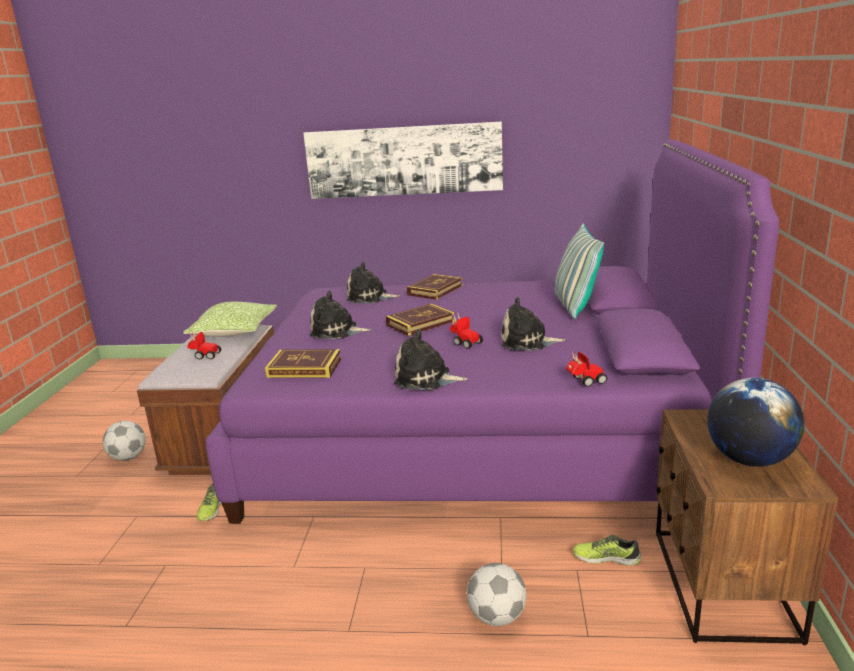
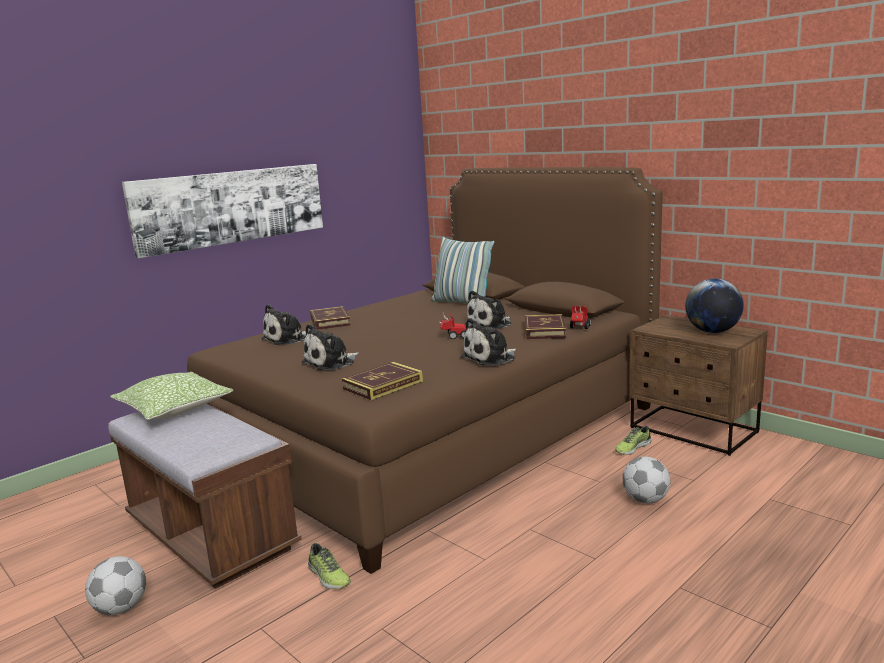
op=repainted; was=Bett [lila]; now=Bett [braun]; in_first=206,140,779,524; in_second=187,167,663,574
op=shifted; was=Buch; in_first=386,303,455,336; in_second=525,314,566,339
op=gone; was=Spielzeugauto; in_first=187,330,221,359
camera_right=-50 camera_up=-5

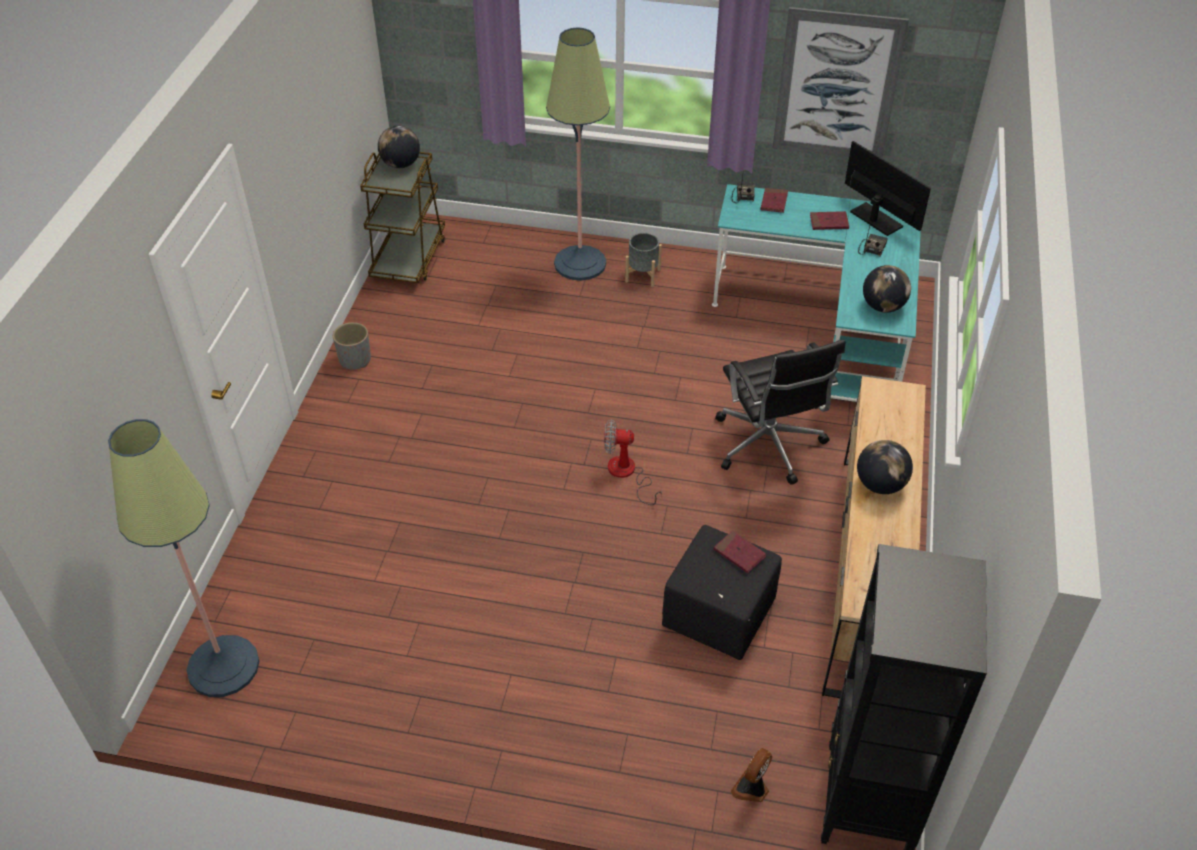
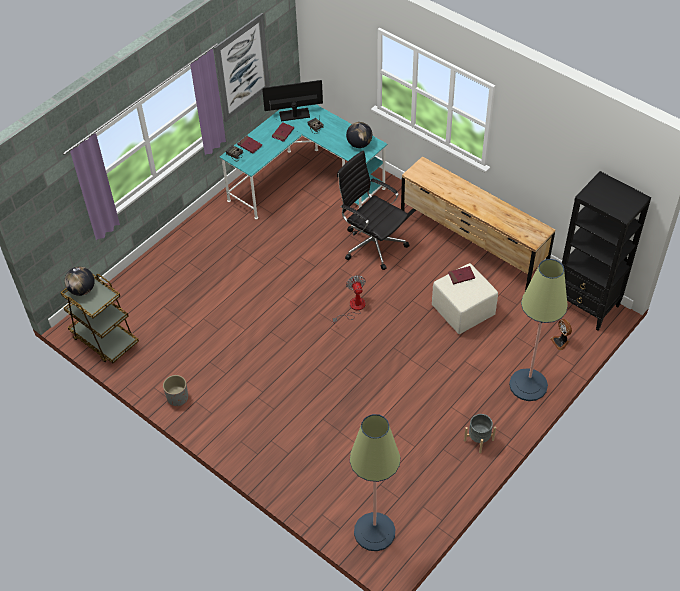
op=shifted; was=Stehlampe; in_first=546,27,610,281; in_second=509,259,568,401
op=shifted; was=Pflanzkübel [grau]; in_first=625,233,662,287; in_second=464,414,496,453
op=rotated; was=Bürostuhl [schwarz]; in_first=715,339,845,485; in_second=337,151,410,270; clockwise=-150
op=rotated; was=Ventilator; in_first=604,419,662,505; in_second=333,275,366,324; clockwise=135
op=gone; was=Globus; in_first=857,440,913,494
op=repainted; was=Polsterhocker [schwarz]; now=Polsterhocker [beige]; in_first=662,525,782,660; in_second=432,263,498,334
camera_right=-60 camera_up=5

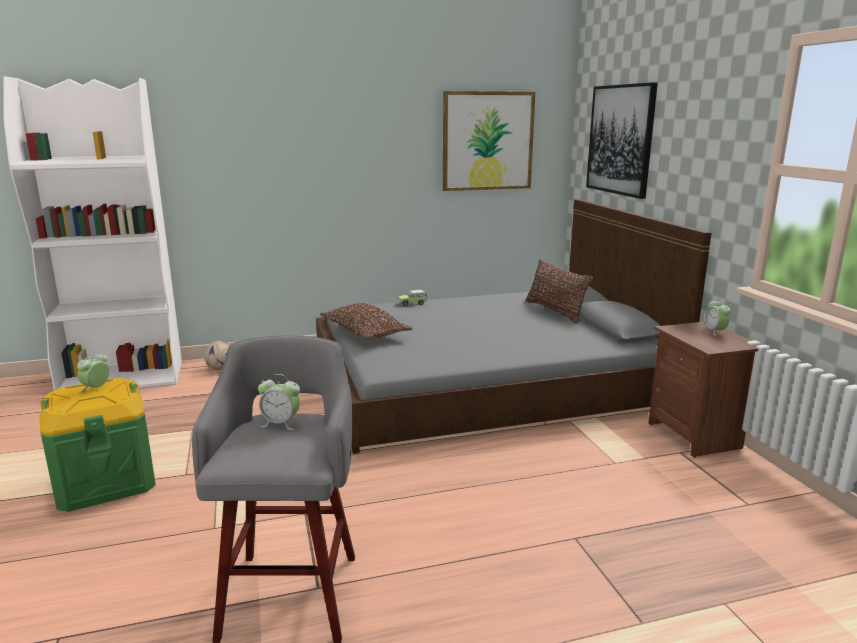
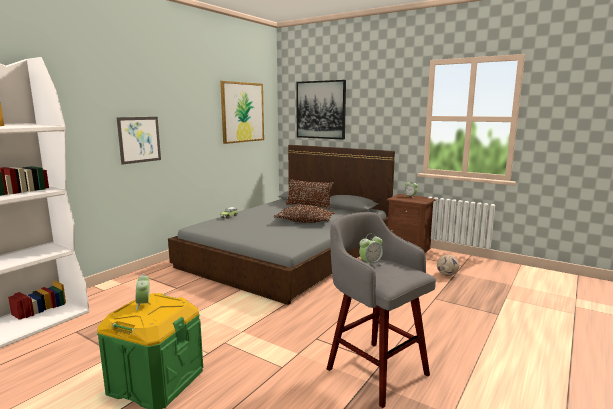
op=shifted; was=Kissen [braun]; in_first=320,303,412,340; in_second=274,205,335,223
op=shifted; was=Fußball; in_first=204,341,230,370; in_second=437,255,460,276
op=new; now=Bild; in_second=117,117,161,165
camera_right=-40 camera_up=-5

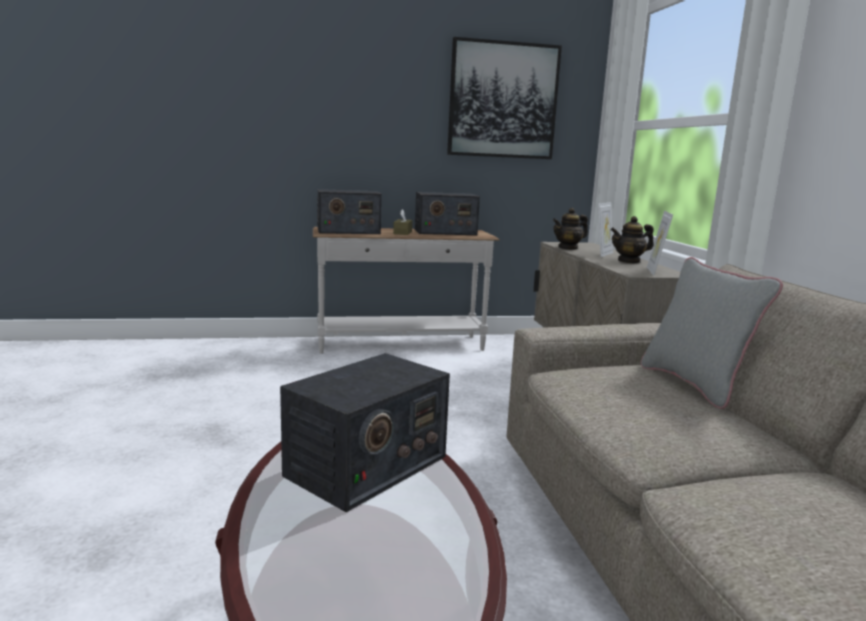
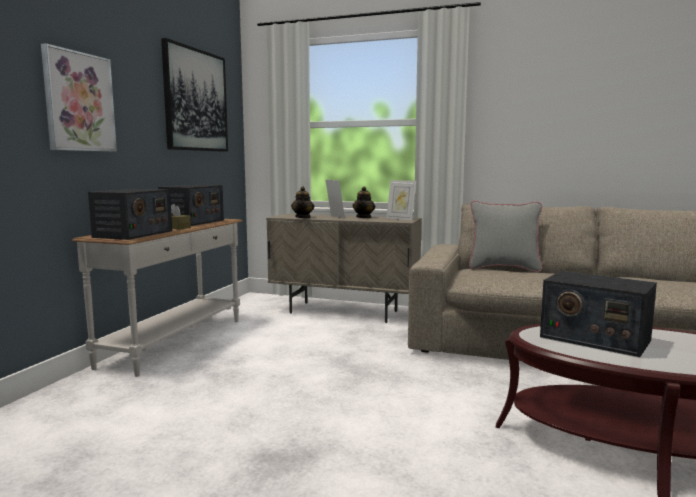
op=rotated; was=Radio; in_first=280,353,450,512; in_second=540,271,657,357; clockwise=150
op=new; now=Bild; in_second=41,43,117,152
camera_right=-60 camera_up=-5

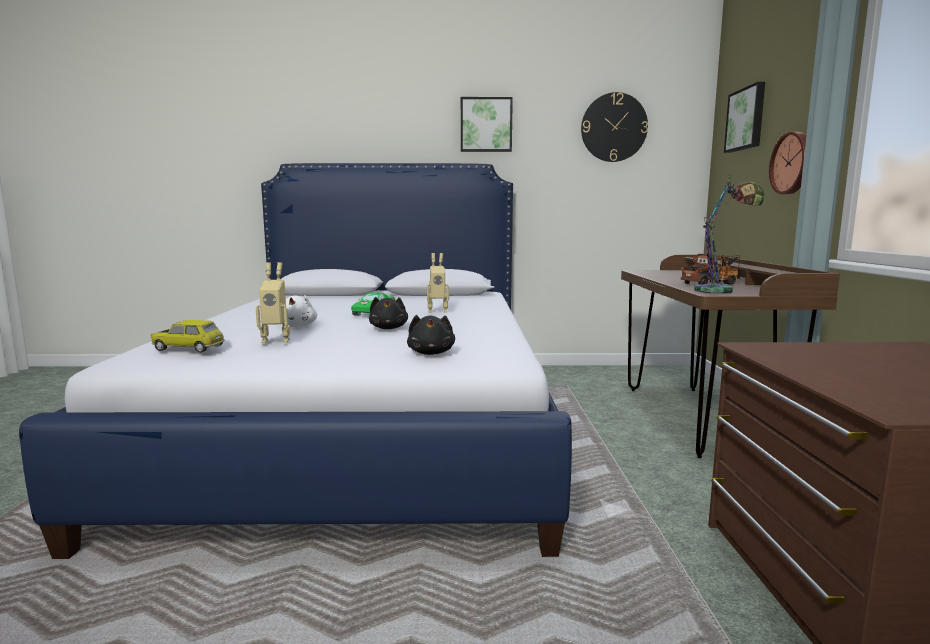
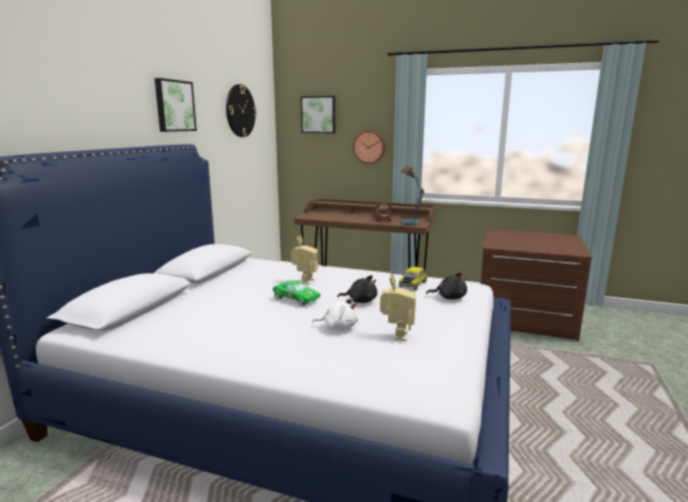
op=shifted; was=Spielzeugauto; in_first=151,320,225,353; in_second=399,267,427,290
camera_right=-70 camera_up=5

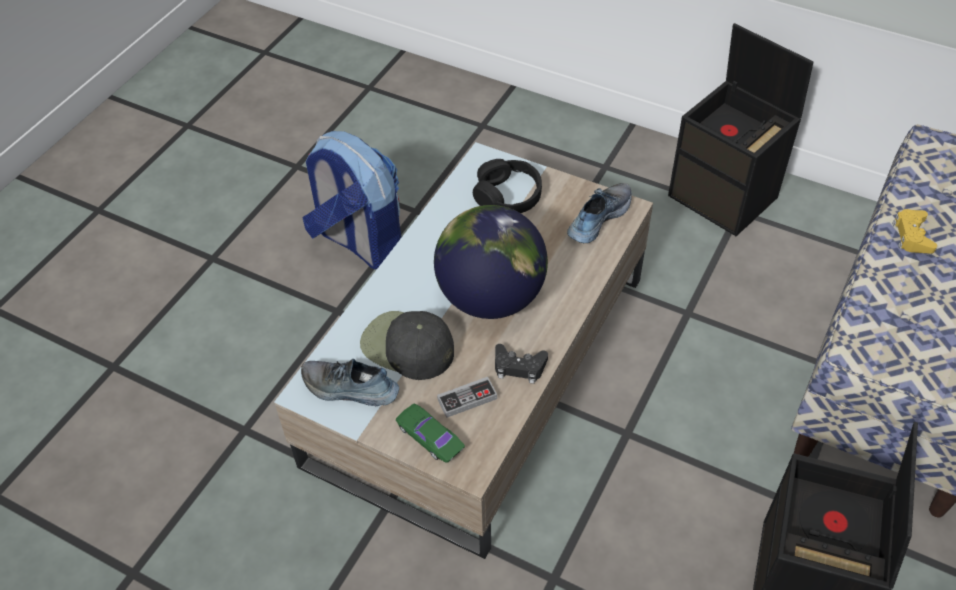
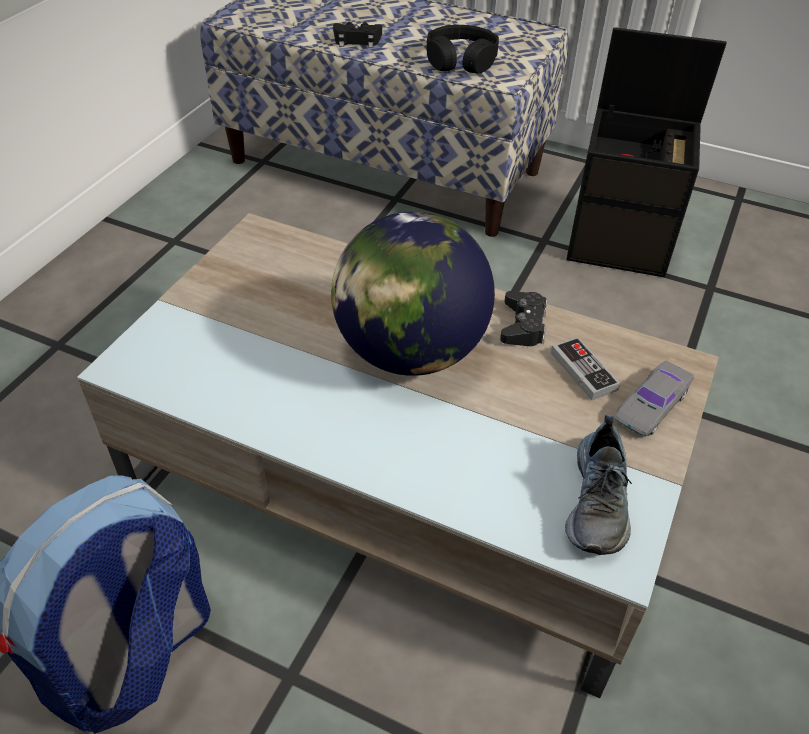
op=gone; was=Aufbewahrungsbox [schwarz]; in_first=668,23,813,236
op=shifted; was=Kopfhörer [schwarz]; in_first=473,159,542,213; in_second=427,25,499,74
op=gone; was=Schuh; in_first=567,183,632,243
op=repainted; was=Gamepad [gelb]; now=Gamepad [schwarz]; in_first=892,209,937,254; in_second=333,22,382,48
op=gone; was=Kappe [schwarz]; in_first=360,311,454,380
op=repainted; was=Spielzeugauto [grün]; now=Spielzeugauto [grau]; in_first=396,404,465,463; in_second=615,361,694,437
camera_right=-95 camera_up=-5

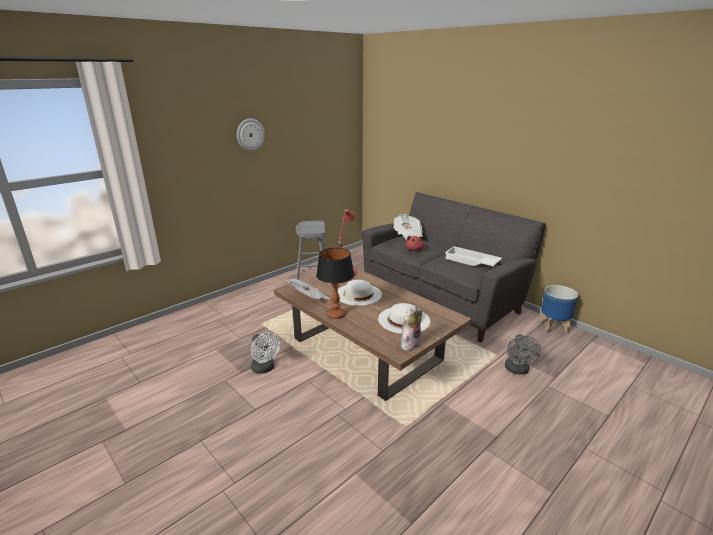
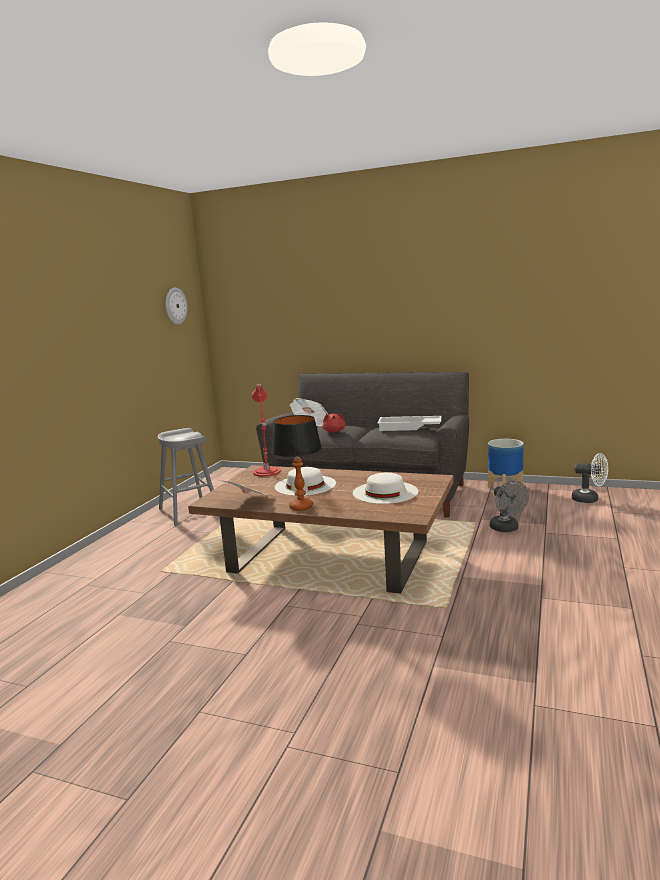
op=shifted; was=Wanduhr; in_first=237,118,265,151; in_second=166,288,187,325
op=gone; was=Plüschtier; in_first=400,305,422,351
op=shifted; was=Ventilator [weiß]; in_first=251,332,280,374; in_second=572,453,608,503
camera_right=-25 camera_up=-10

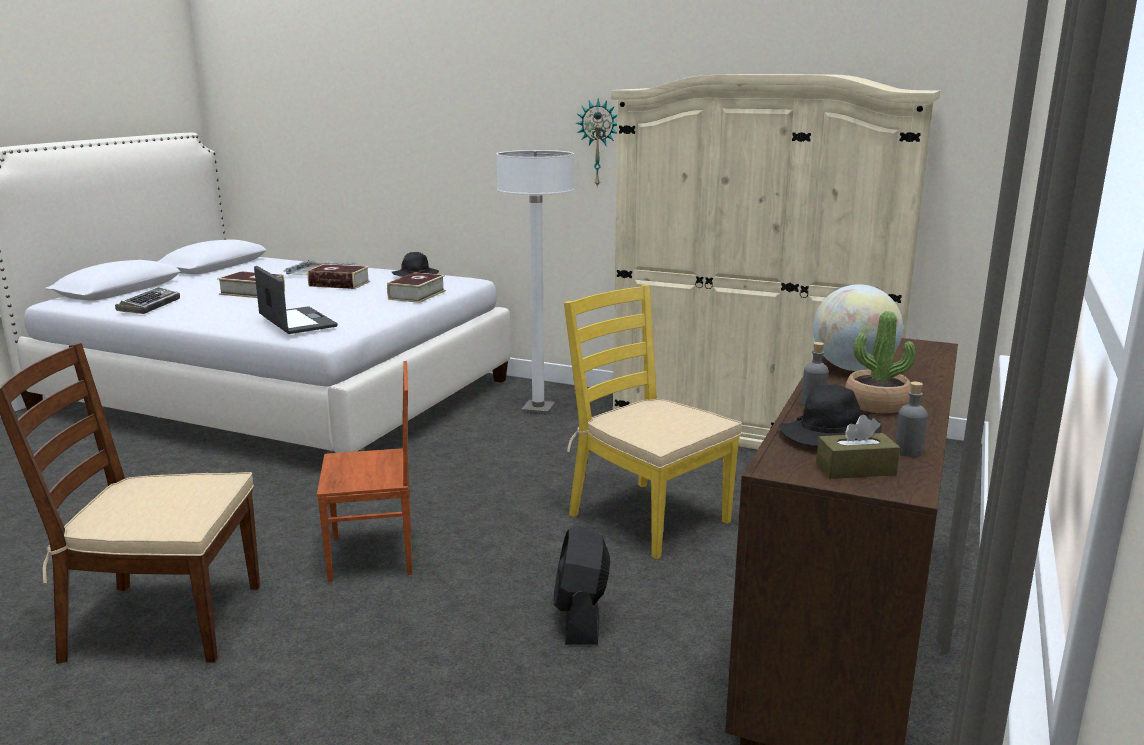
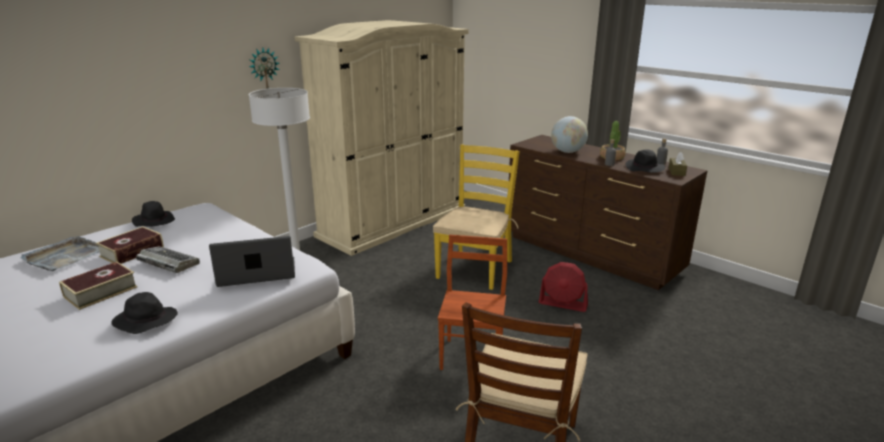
op=gone; was=Buch; in_first=387,272,446,303
op=rotated; was=Stuhl [gelb]; in_first=564,285,742,559; in_second=433,144,520,290; clockwise=135
op=shifted; was=Tastatur; in_first=115,287,180,314; in_second=136,246,200,273
op=repainted; was=Ventilator [schwarz]; now=Ventilator [rot]; in_first=553,525,610,645; in_second=539,262,588,312
op=new; now=Hut [schwarz]; in_second=111,292,178,334
camera_right=-70 camera_up=5

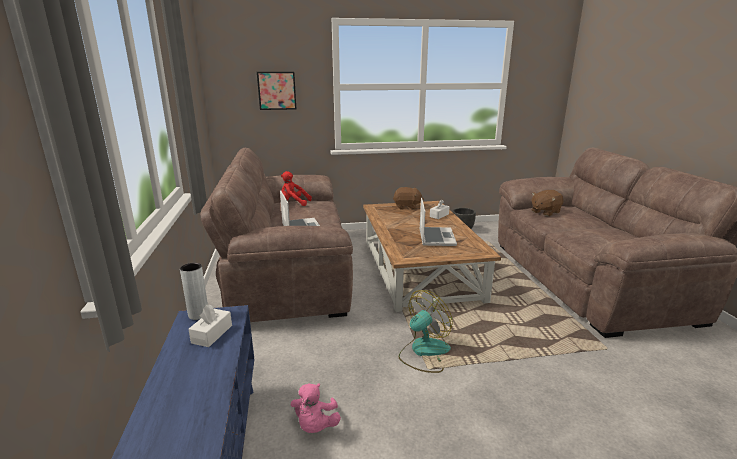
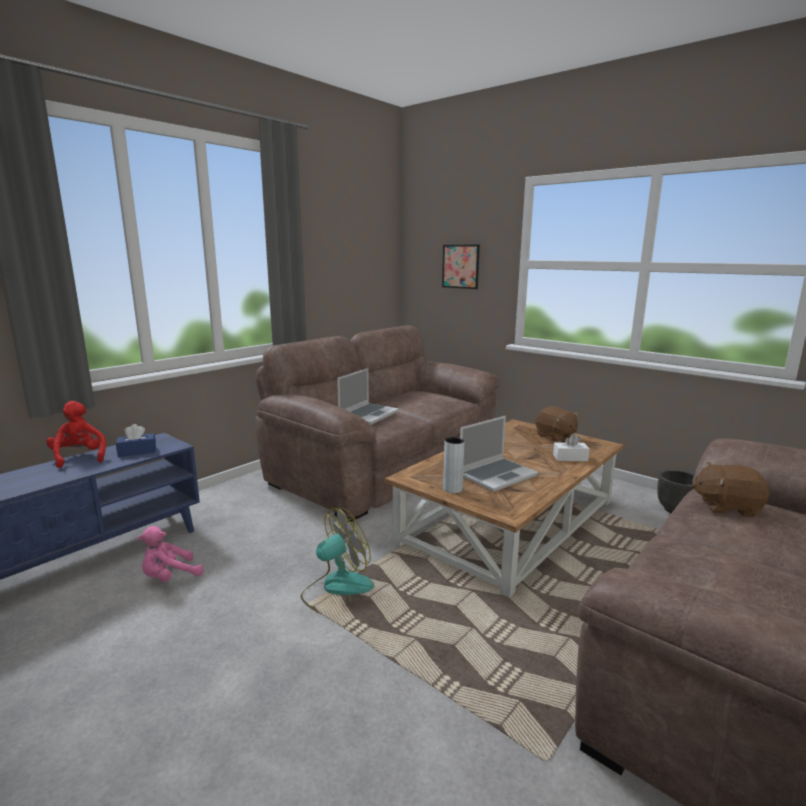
op=shifted; was=Plüschtier [rot]; in_first=281,171,312,206; in_second=46,401,106,468
op=shifted; was=Vase [grau]; in_first=180,263,208,320; in_second=443,437,464,493
op=rotated; was=Ventilator; in_first=399,290,453,373; in_second=300,507,374,614; clockwise=-45
op=repainted; was=Taschentuchbox [weiß]; now=Taschentuchbox [blau]; in_first=188,305,232,347; in_second=116,424,156,457
camera_right=50 camera_up=-5

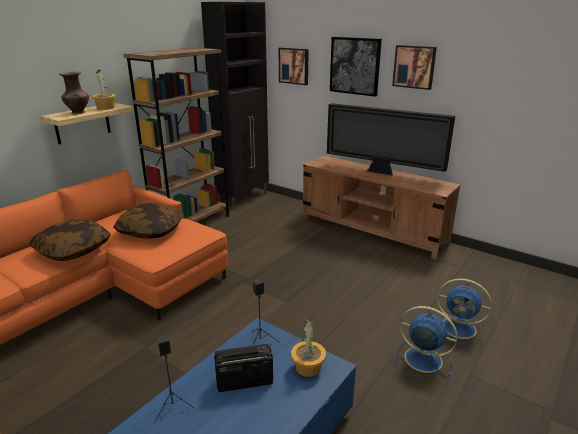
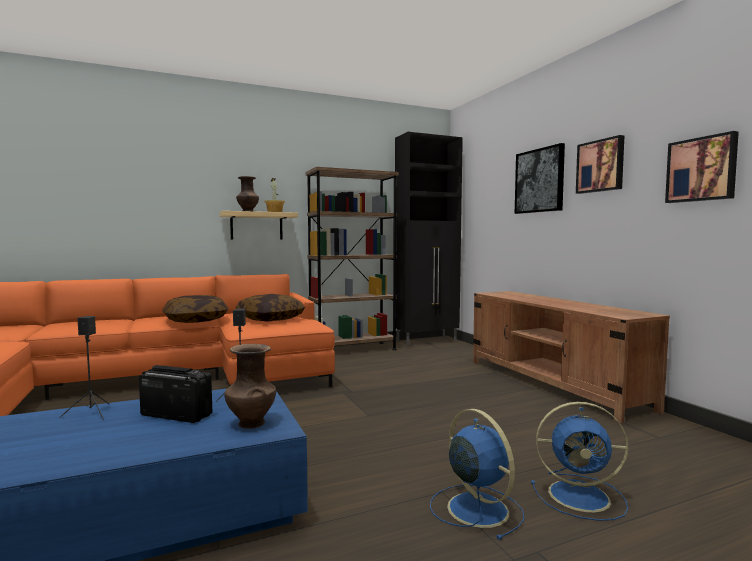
op=shifted; was=Bild; in_first=279,48,309,85; in_second=665,131,739,203
op=gone; was=Fernseher; in_first=327,103,455,176
op=rotated; was=Ventilator [blau]; in_first=435,278,492,345; in_second=531,402,628,521; clockwise=-45
op=swapped; was=Topfpflanze; now=Vase [braun]; in_first=291,320,326,377; in_second=224,344,276,429
camera_right=30 camera_up=-20

